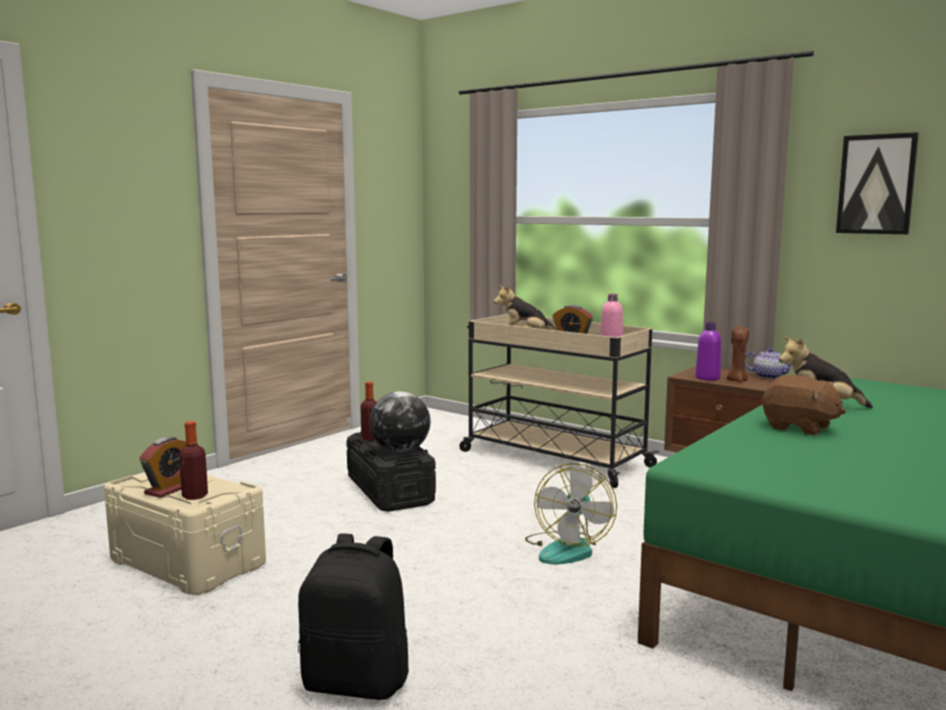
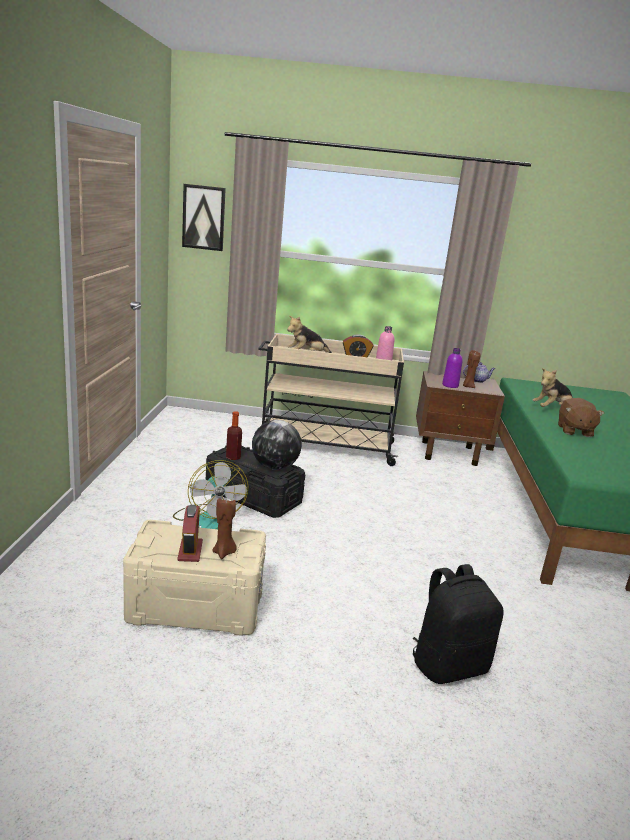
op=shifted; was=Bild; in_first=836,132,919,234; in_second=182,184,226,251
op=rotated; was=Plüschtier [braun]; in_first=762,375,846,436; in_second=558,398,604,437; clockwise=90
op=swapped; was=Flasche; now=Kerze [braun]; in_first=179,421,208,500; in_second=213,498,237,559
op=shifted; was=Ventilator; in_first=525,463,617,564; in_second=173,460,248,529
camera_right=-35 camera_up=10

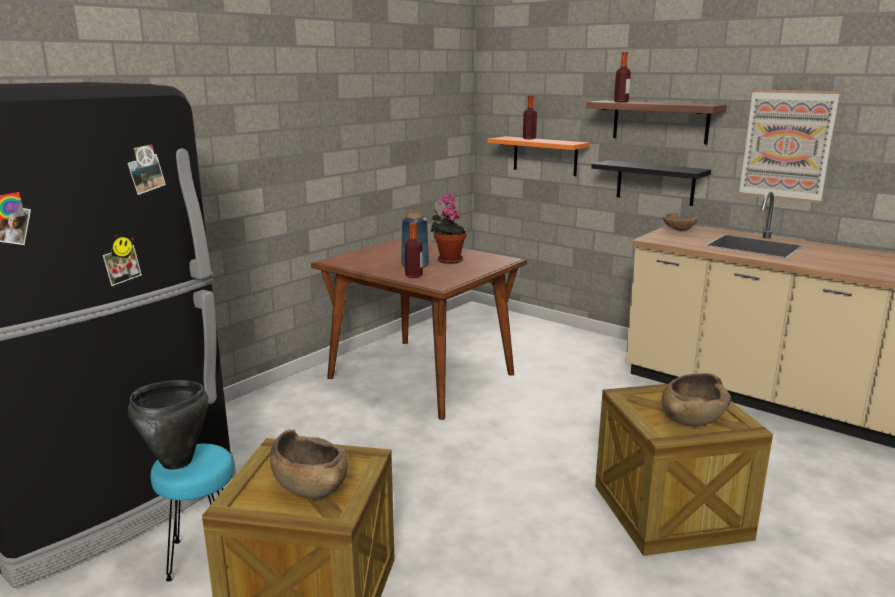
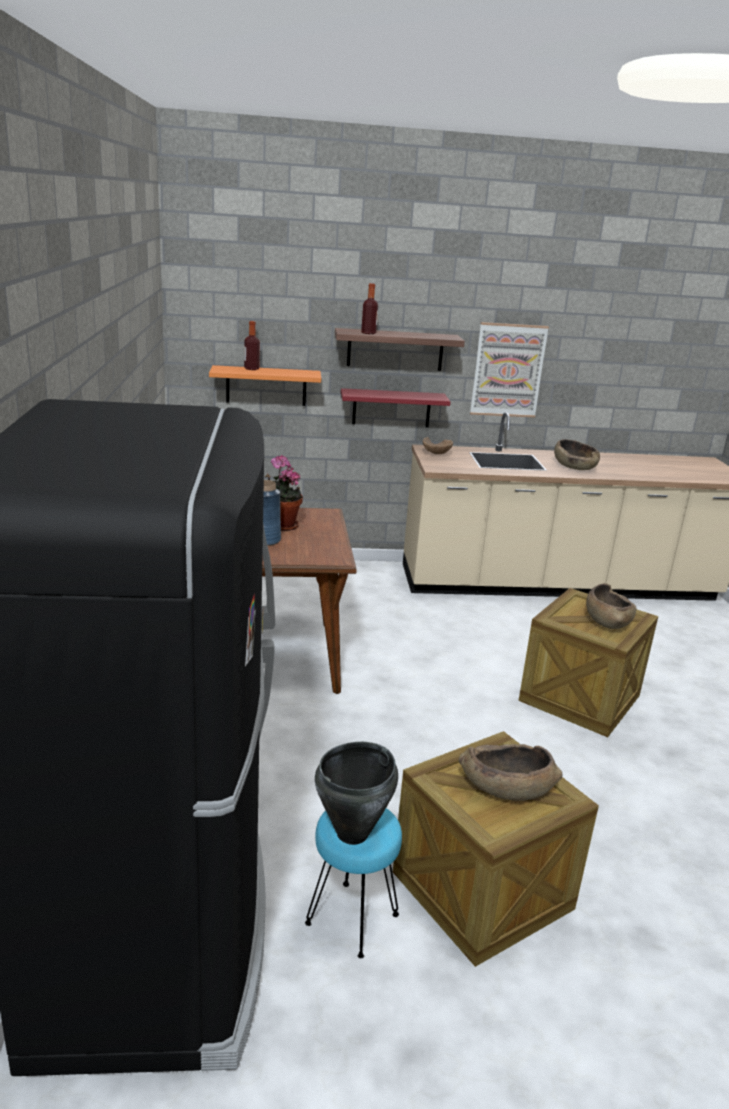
op=repainted; was=Wandregal [schwarz]; now=Wandregal [rot]; in_first=591,160,711,206; in_second=341,388,451,428
op=gone; was=Flasche; in_first=405,222,423,278
op=new; now=Schüssel [braun]; in_second=554,439,600,470
camera_right=-45 camera_up=5

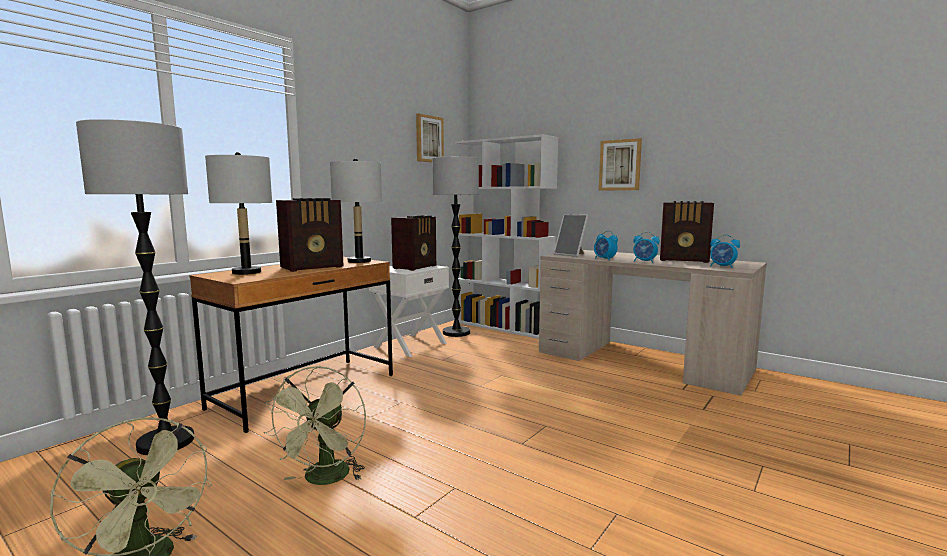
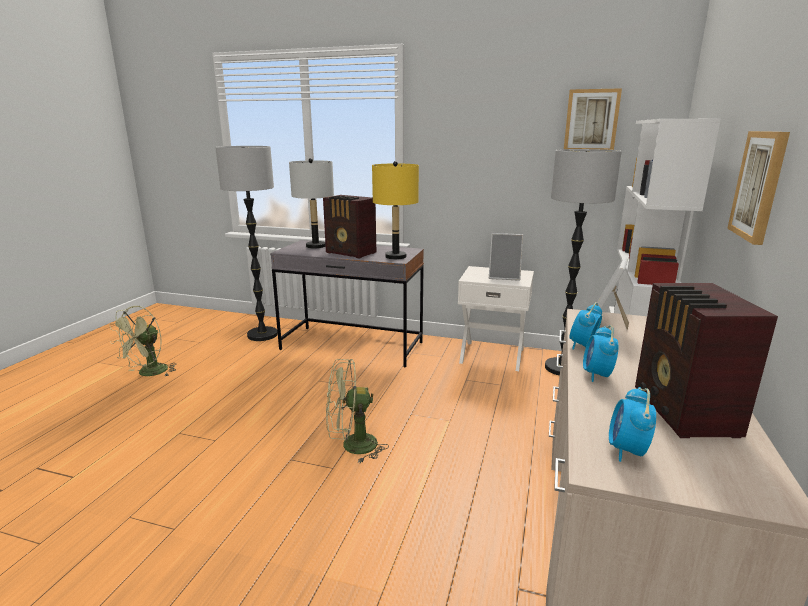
op=repainted; was=Tischlampe [grau]; now=Tischlampe [gelb]; in_first=330,159,382,263; in_second=372,161,419,259
op=swapped; was=Radio; now=Bilderrahmen; in_first=391,215,436,271; in_second=489,233,523,281
op=repainted; was=Schreibtisch [braun]; now=Schreibtisch [grau]; in_first=189,257,393,433; in_second=270,240,424,367
op=shifted; was=Ventilator [grün]; in_first=264,366,366,485; in_second=326,359,389,463
camera_right=70 camera_up=10

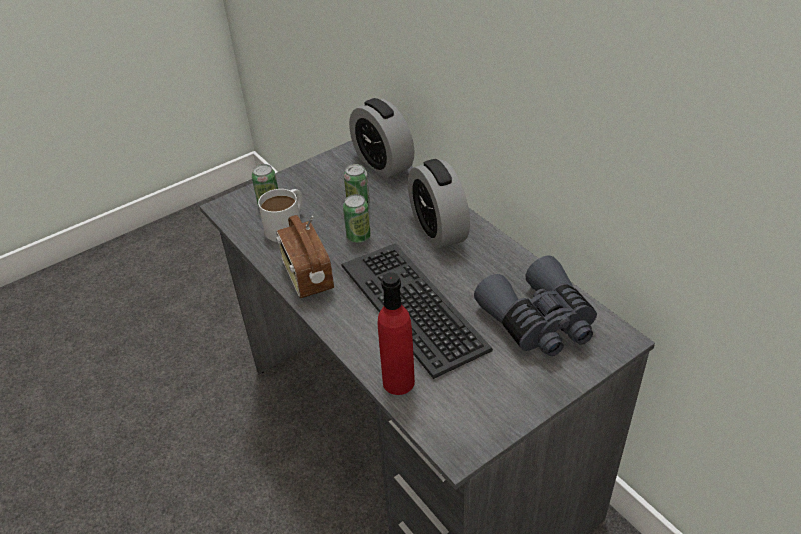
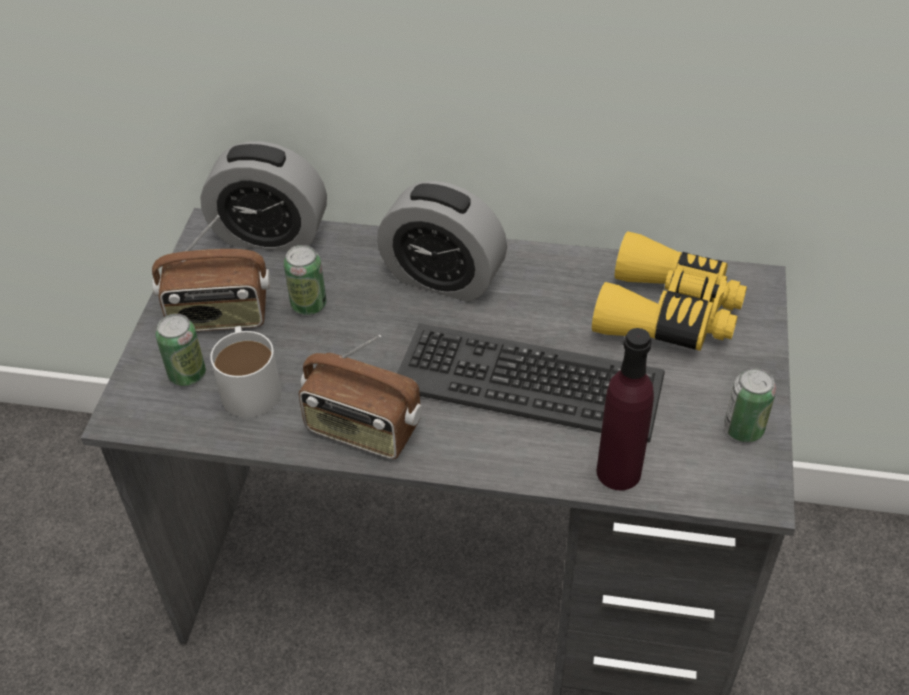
op=shifted; was=Dose; in_first=343,194,371,243; in_second=724,367,776,442
op=repainted; was=Fernglas [grau]; now=Fernglas [gelb]; in_first=474,255,597,356; in_second=592,231,747,351
op=repainted; was=Flasche [rot]; now=Flasche [lila]; in_first=377,272,415,395; in_second=597,328,654,490
op=new; now=Radio; in_second=152,215,271,332
camera_right=-45 camera_up=5

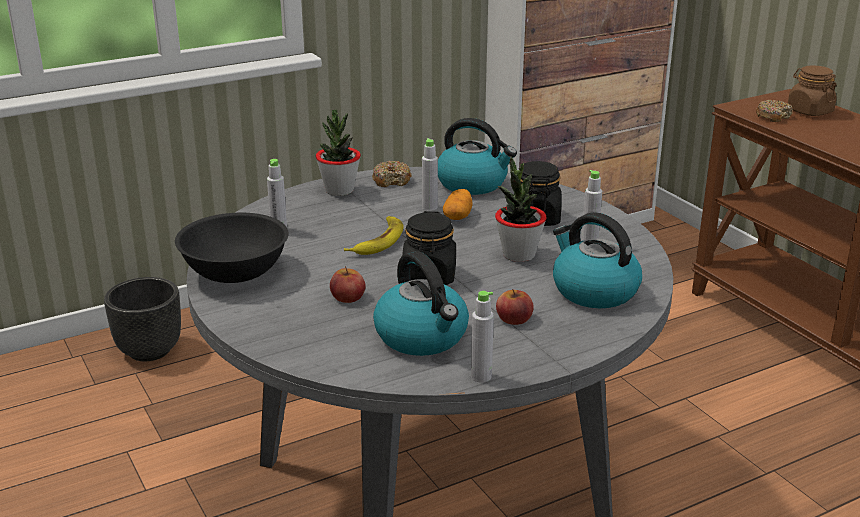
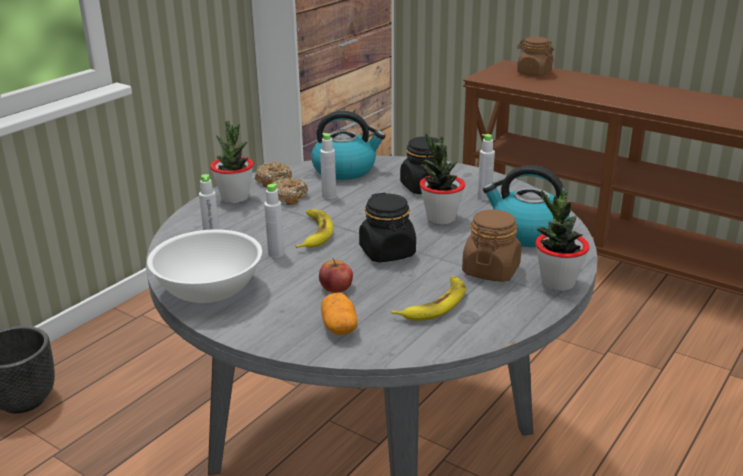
op=shifted; was=Donut; in_first=756,100,793,122; in_second=272,178,308,205
op=shifted; was=Kartoffel; in_first=443,189,473,220; in_second=321,293,357,335
op=repainted; was=Schüssel [schwarz]; now=Schüssel [weiß]; in_first=175,213,289,283; in_second=147,229,262,303
op=swapped; was=Wasserkessel; now=Banane; in_first=373,251,469,356; in_second=392,276,466,321
op=swapped; was=Apfel; now=Vorratsglas [braun]; in_first=496,289,534,325; in_second=462,209,521,282
op=shifted; was=Flasche [grau]; in_first=471,291,494,382; in_second=264,184,285,258
op=new; now=Topfpflanze; in_second=535,190,590,291
camera_right=-25 camera_up=0

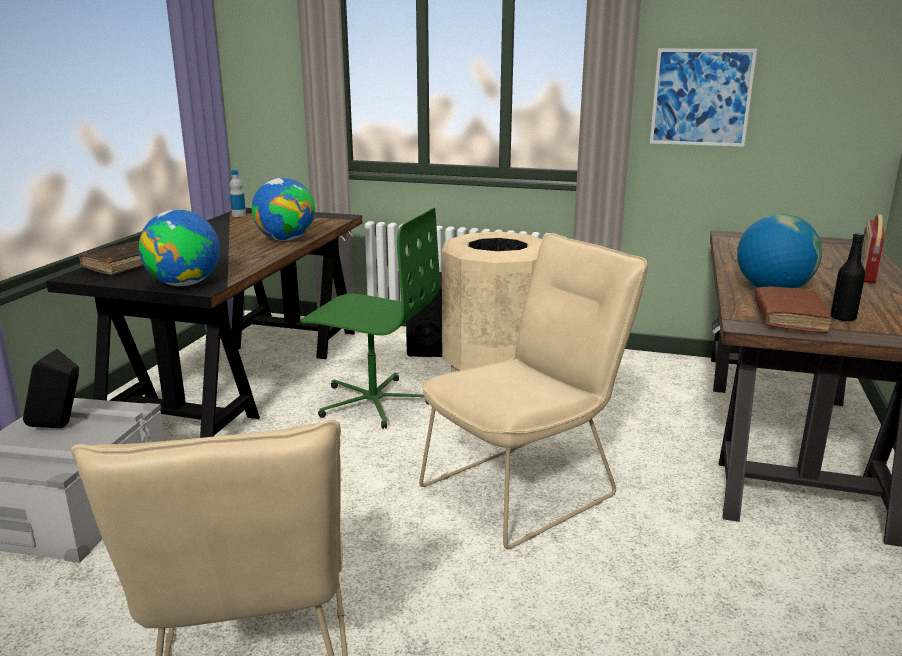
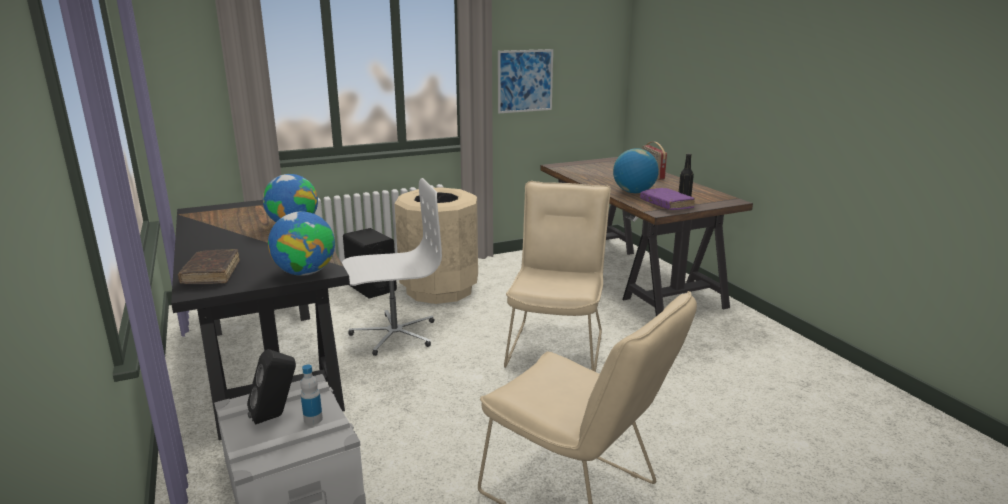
op=shifted; was=Flasche; in_first=230,170,246,217; in_second=300,365,323,425
op=repainted; was=Bürostuhl [grün]; now=Bürostuhl [weiß]; in_first=300,208,440,429; in_second=342,178,442,356
op=repainted; was=Buch [braun]; now=Buch [lila]; in_first=755,286,831,333; in_second=640,187,695,210
camera_right=-40 camera_up=0

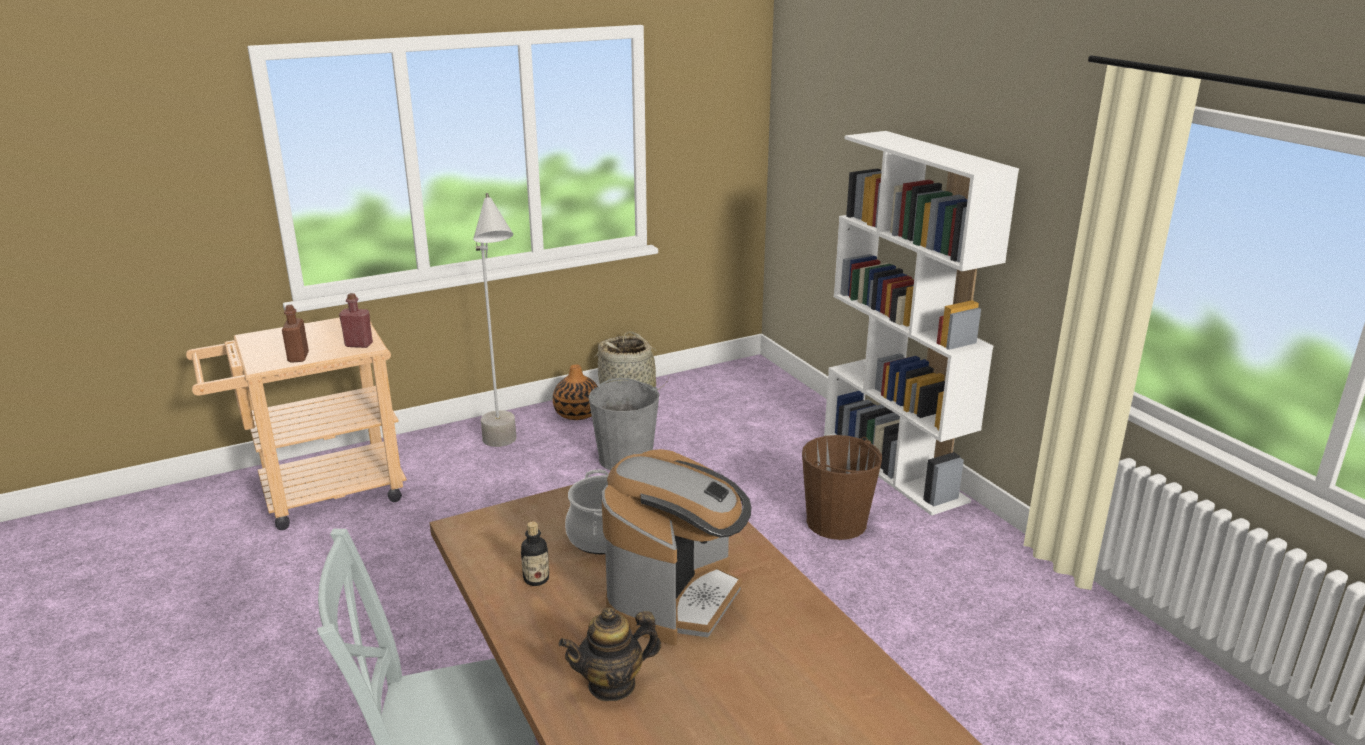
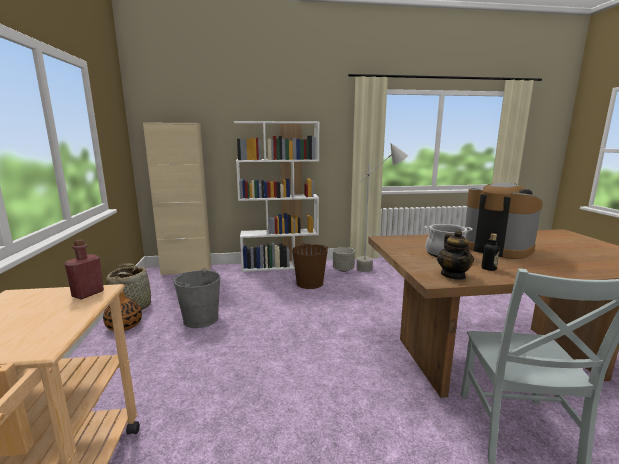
op=shifted; was=Stehlampe [grau]; in_first=473,193,517,447; in_second=356,143,408,272
op=gone; was=Flasche [braun]; in_first=282,305,309,363
op=shifted; was=Teekanne; in_first=559,607,661,701; in_second=437,230,474,280
op=new; now=Schrank [beige]; in_second=143,122,211,275
op=new; now=Pflanzkübel [grau]; in_second=333,247,355,272
camera_right=-70 camera_up=-10

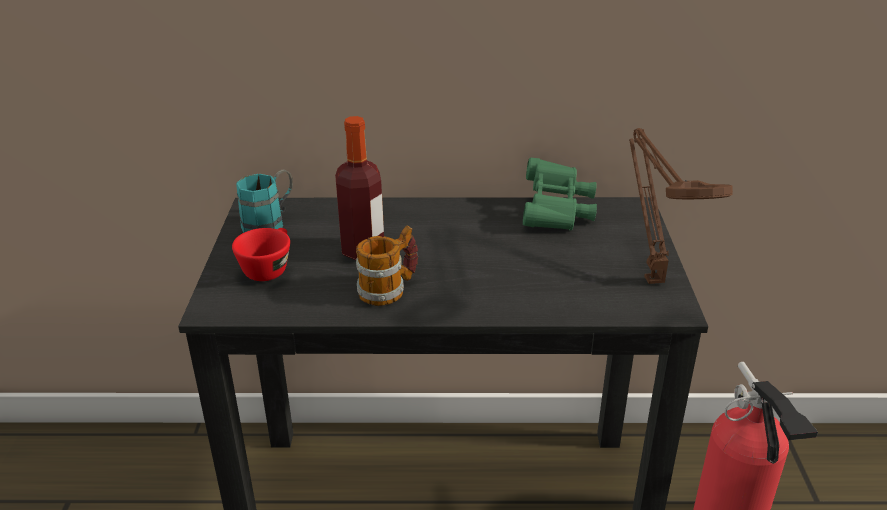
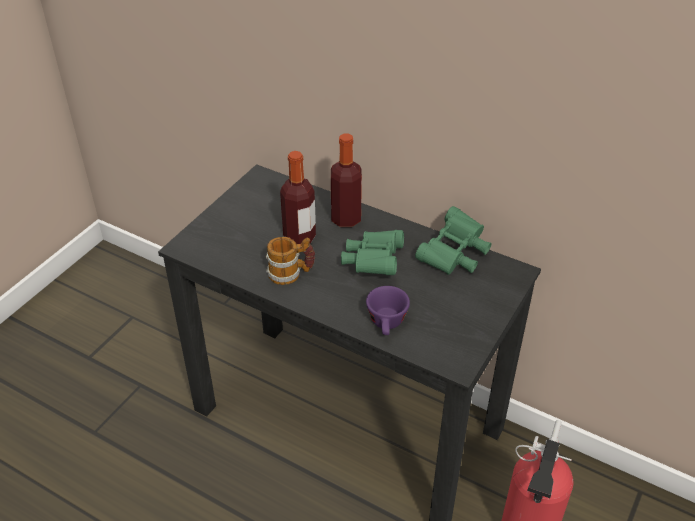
op=gone; was=Tischlampe [braun]; in_first=629,128,733,284
op=gone; was=Henkelbecher [türkis]; in_first=236,170,293,233
op=gone; was=Tasse [rot]; in_first=232,228,290,281
op=new; now=Flasche; in_second=331,134,362,227
op=new; now=Fernglas [grün]; in_second=341,230,404,275
op=new; now=Tasse [lila]; in_second=366,286,410,335
camera_right=30 camera_up=10

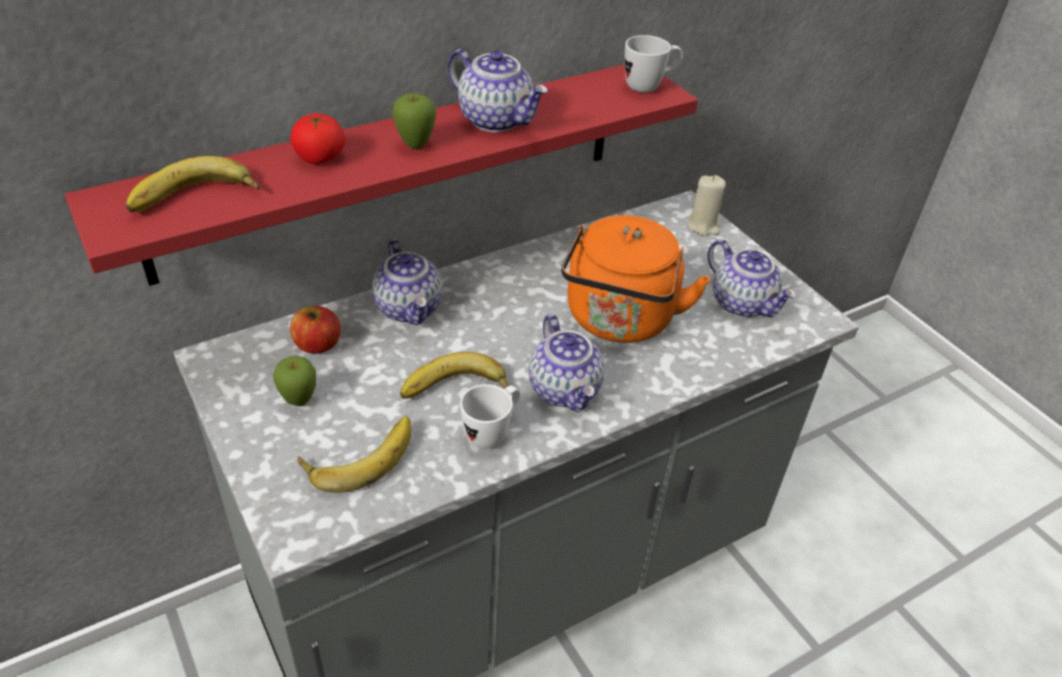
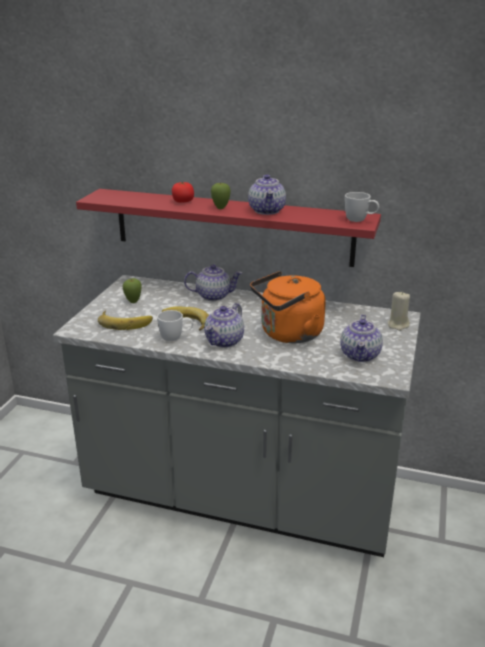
op=gone; was=Banane; in_first=126,156,259,212
op=rotated; was=Teekanne; in_first=372,239,443,325; in_second=184,264,242,301; clockwise=-120
op=gone; was=Apfel; in_first=290,306,341,354
camera_right=50 camera_up=-15

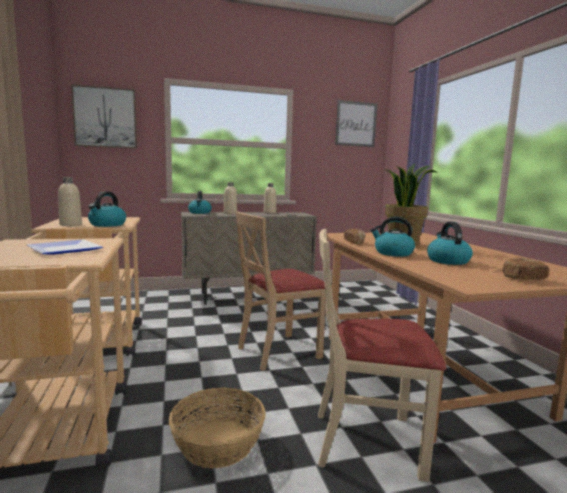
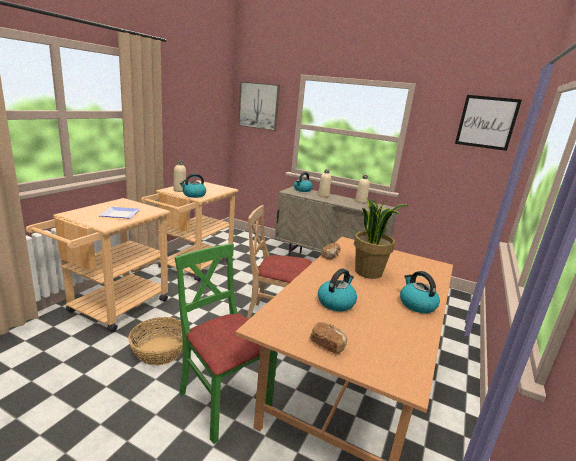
op=shifted; was=Wasserkessel; in_first=370,217,415,256; in_second=400,271,440,313
op=repainted; was=Stuhl [beige]; now=Stuhl [grün]; in_first=318,229,446,482; in_second=175,243,277,444
camera_right=40 camera_up=10

